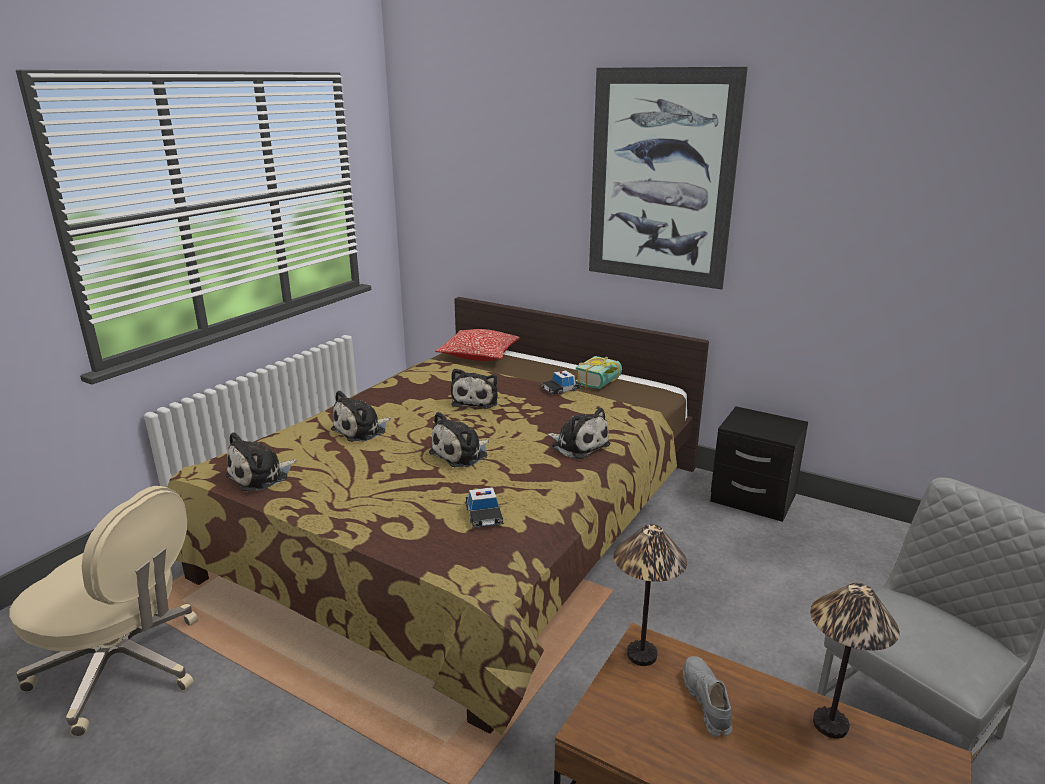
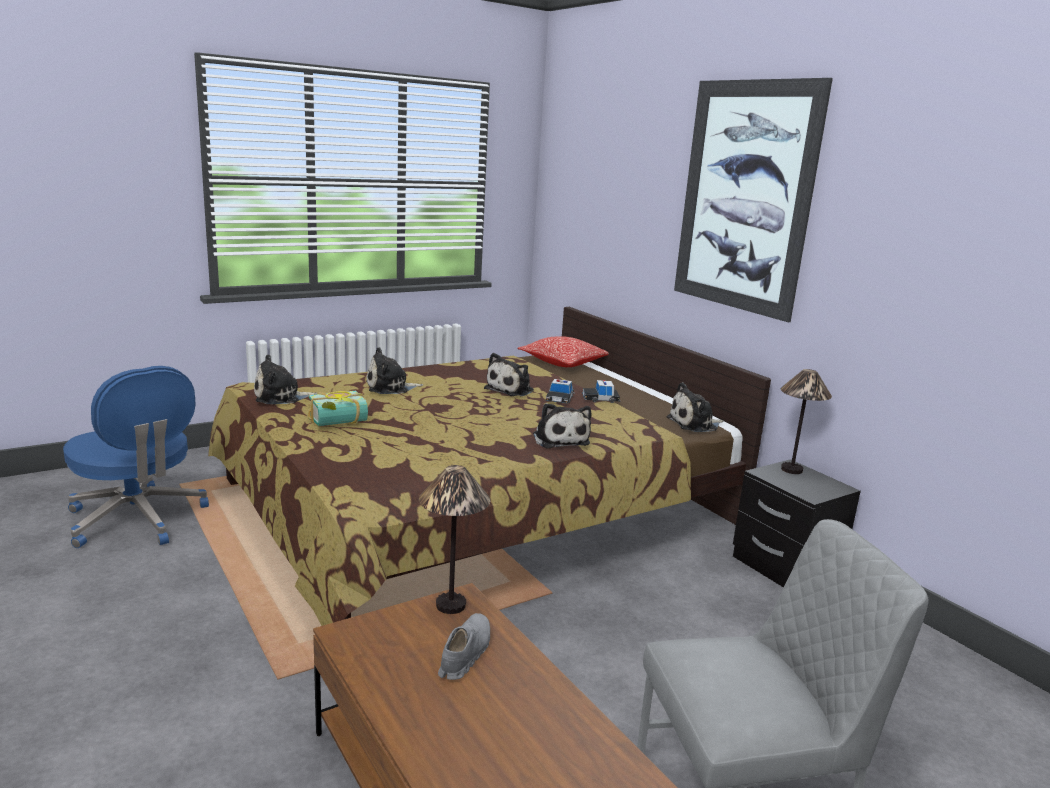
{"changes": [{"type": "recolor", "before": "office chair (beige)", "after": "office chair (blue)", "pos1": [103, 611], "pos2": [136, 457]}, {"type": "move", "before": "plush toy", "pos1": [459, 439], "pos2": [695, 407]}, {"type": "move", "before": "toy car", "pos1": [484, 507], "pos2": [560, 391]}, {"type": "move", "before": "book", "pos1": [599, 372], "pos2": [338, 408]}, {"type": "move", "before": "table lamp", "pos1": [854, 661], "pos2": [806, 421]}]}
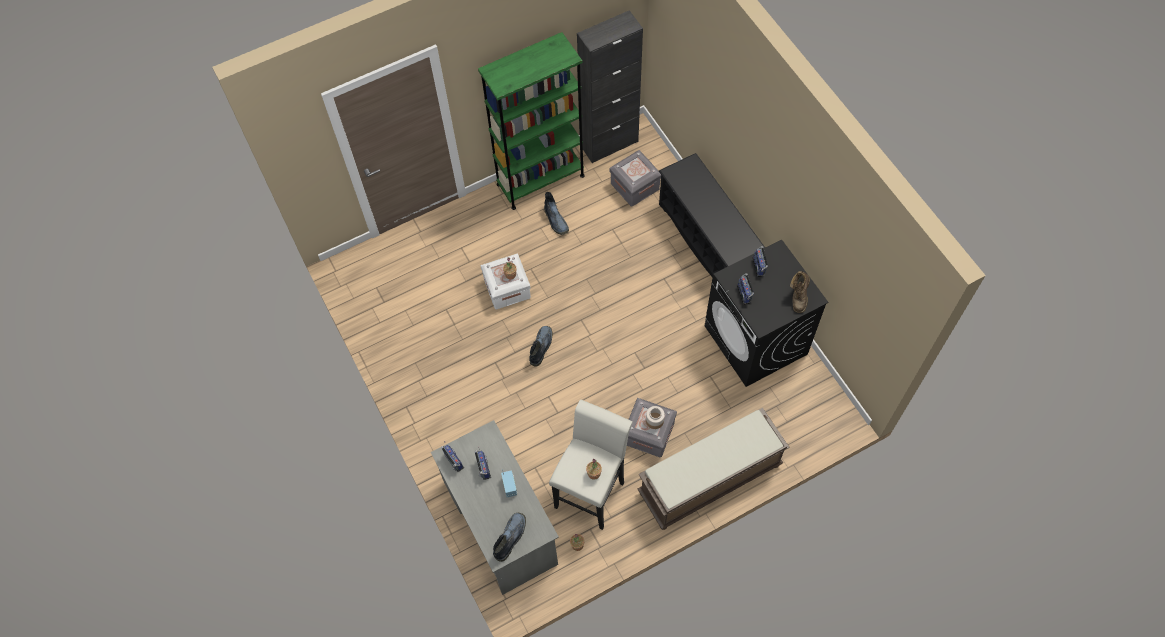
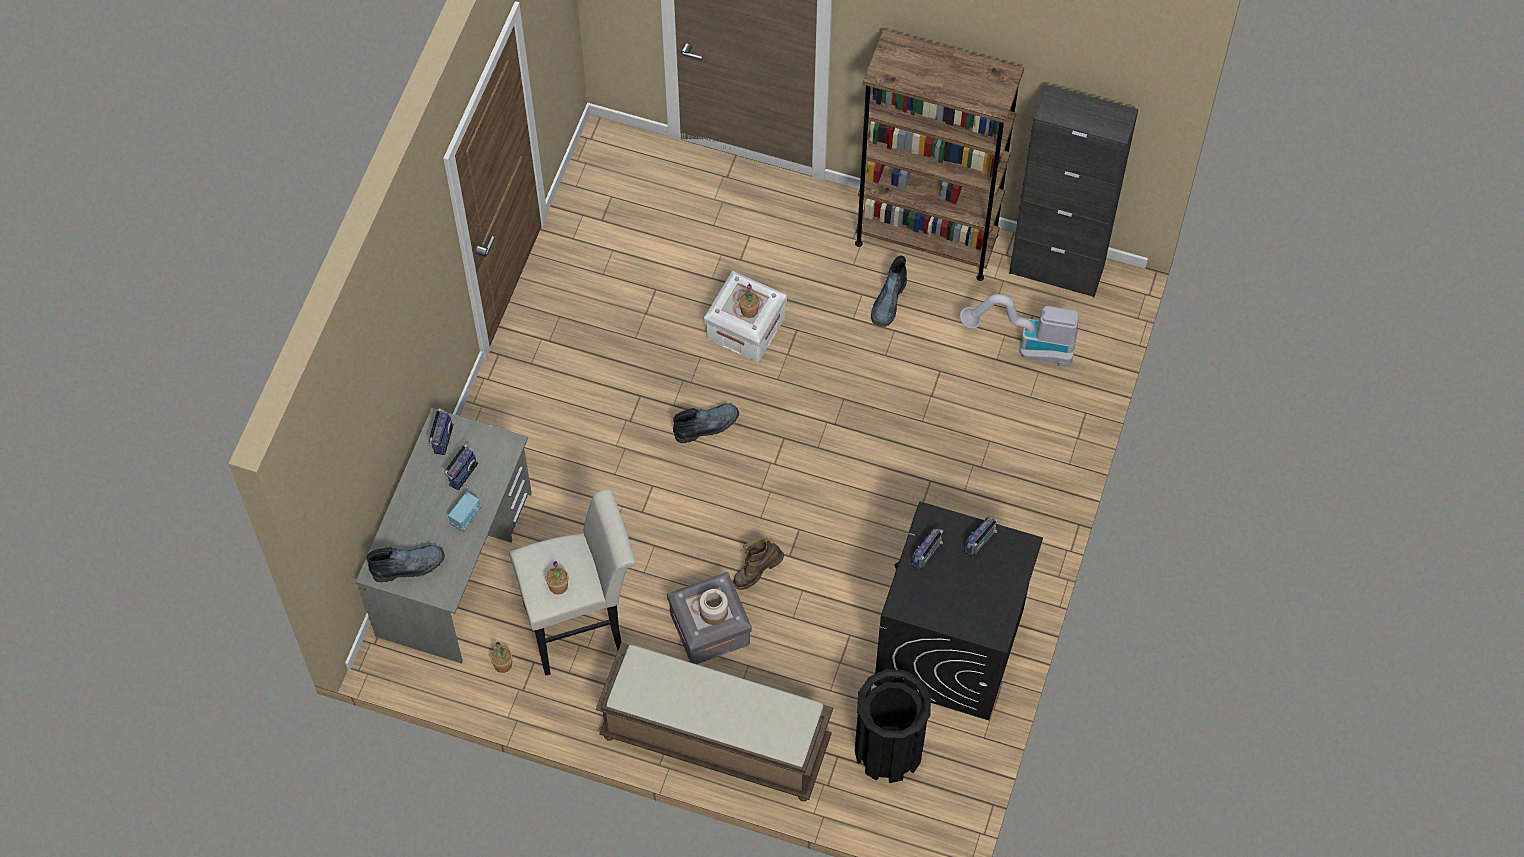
{"changes": [{"type": "recolor", "before": "bookcase (green)", "after": "bookcase (brown)", "pos1": [531, 121], "pos2": [939, 155]}, {"type": "replace", "before": "storage box (grey)", "after": "vacuum cleaner", "pos1": [635, 178], "pos2": [1019, 331]}, {"type": "delete", "before": "shoe rack (black)", "pos1": [712, 215]}, {"type": "move", "before": "boot (brown)", "pos1": [800, 292], "pos2": [758, 564]}, {"type": "insert", "after": "trash can (black)", "pos2": [893, 726]}]}
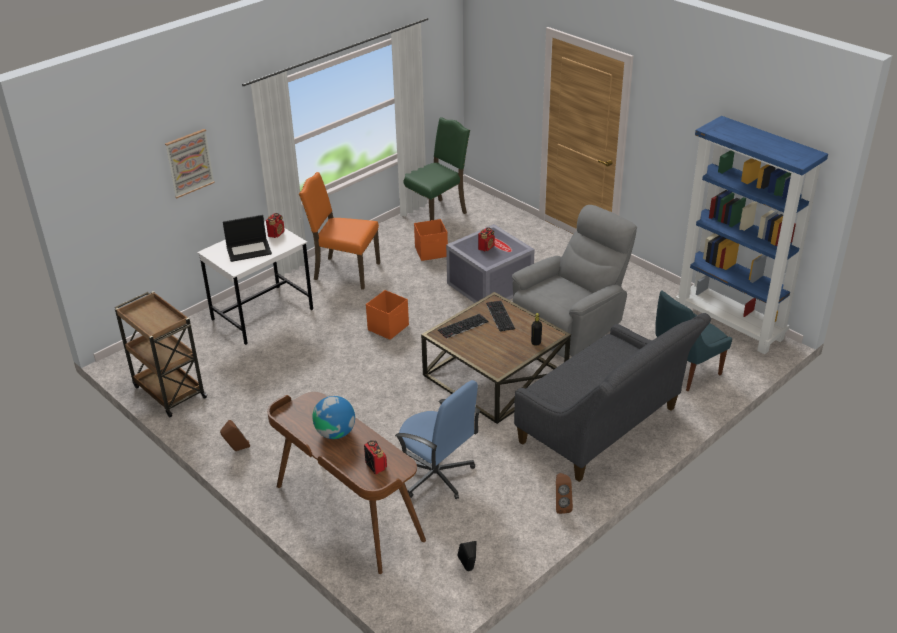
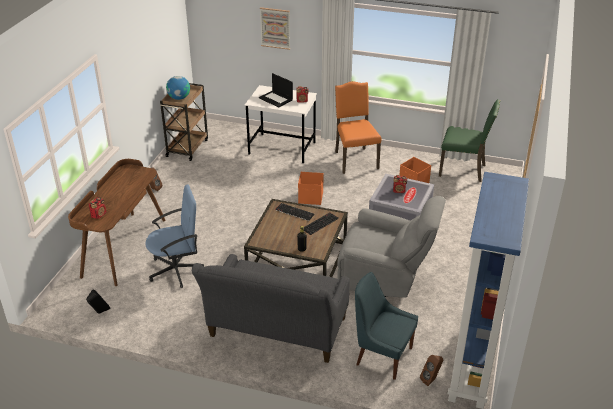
{"changes": [{"type": "move", "before": "globe", "pos1": [333, 417], "pos2": [178, 88]}, {"type": "rotate", "before": "office chair (blue)", "pos1": [437, 439], "pos2": [175, 236], "turn": -120}, {"type": "move", "before": "speaker (brown)", "pos1": [564, 493], "pos2": [431, 370]}]}
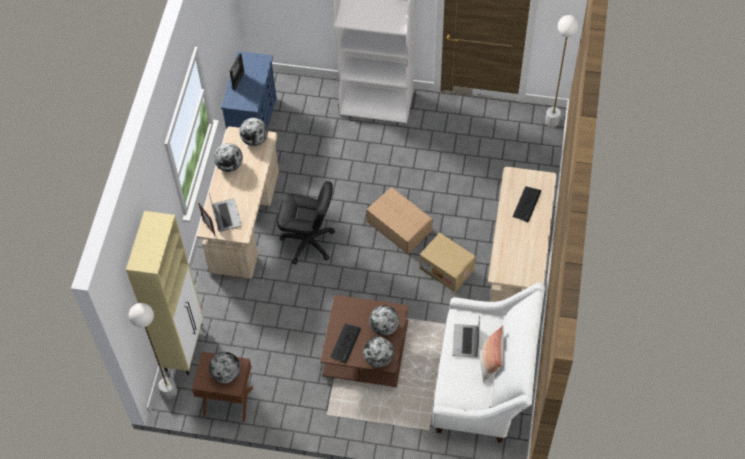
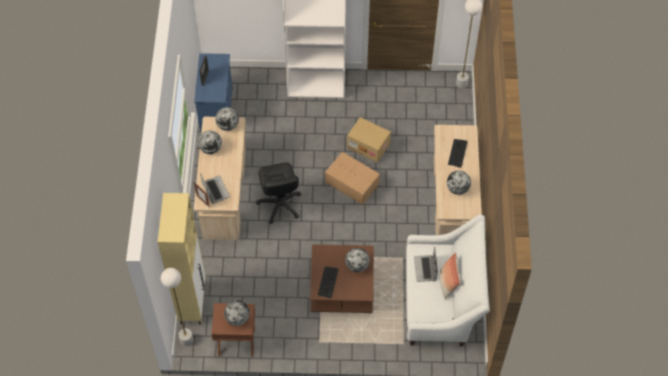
{"changes": [{"type": "rotate", "before": "office chair (black)", "pos1": [306, 223], "pos2": [278, 193], "turn": 75}, {"type": "move", "before": "globe", "pos1": [378, 352], "pos2": [459, 182]}, {"type": "move", "before": "cardboard box", "pos1": [448, 262], "pos2": [369, 140]}]}
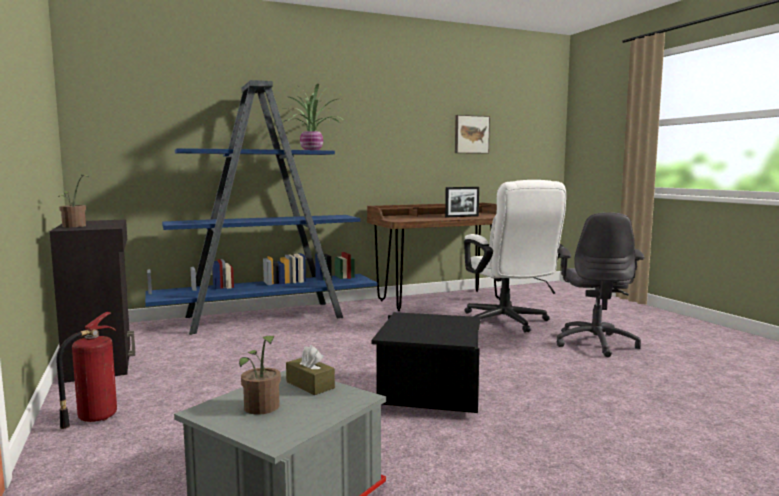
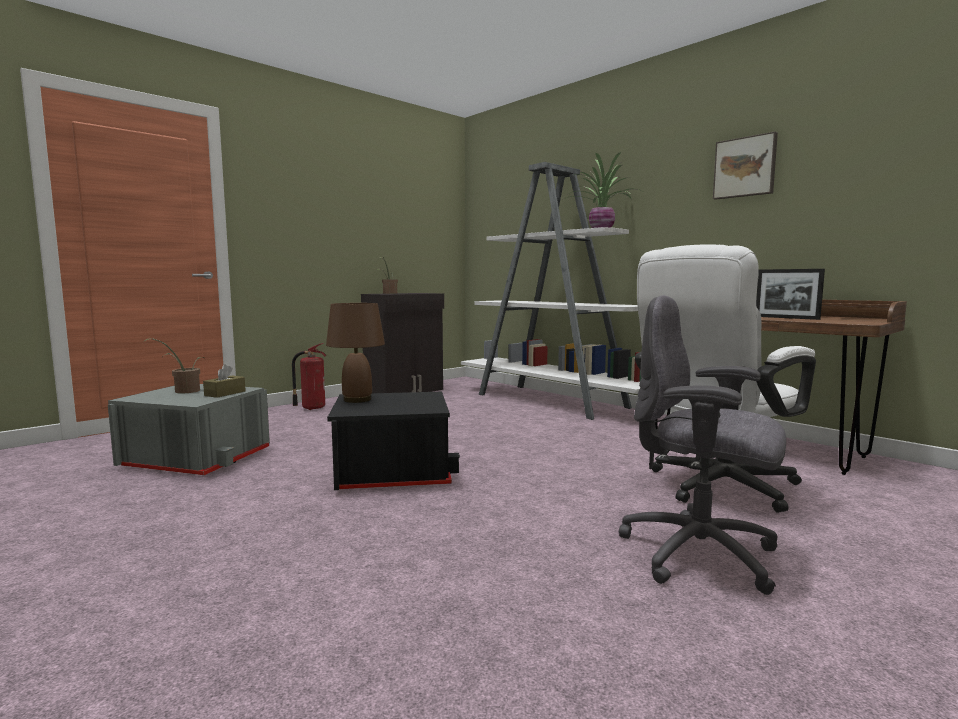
{"changes": [{"type": "recolor", "before": "bookcase (blue)", "after": "bookcase (white)", "pos1": [261, 207], "pos2": [551, 291]}, {"type": "move", "before": "picture", "pos1": [472, 134], "pos2": [745, 165]}, {"type": "rotate", "before": "office chair (grey)", "pos1": [600, 284], "pos2": [702, 445], "turn": 45}, {"type": "insert", "after": "table lamp (brown)", "pos2": [355, 353]}]}
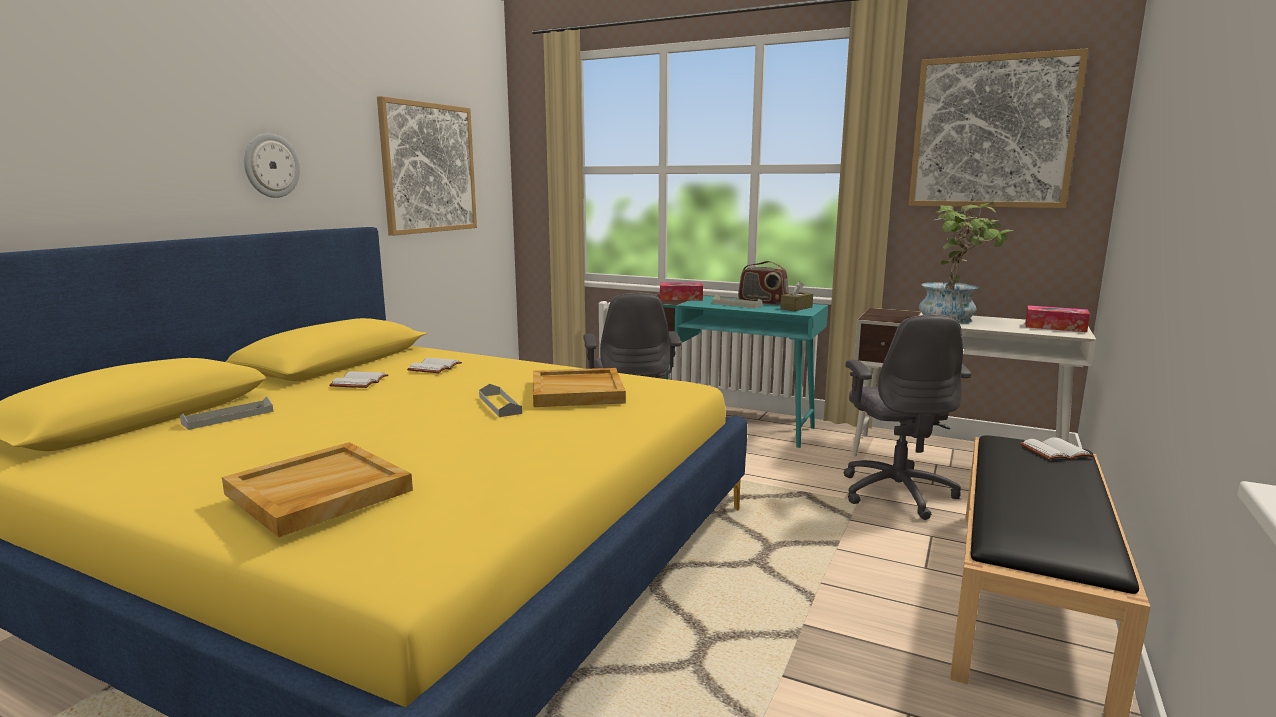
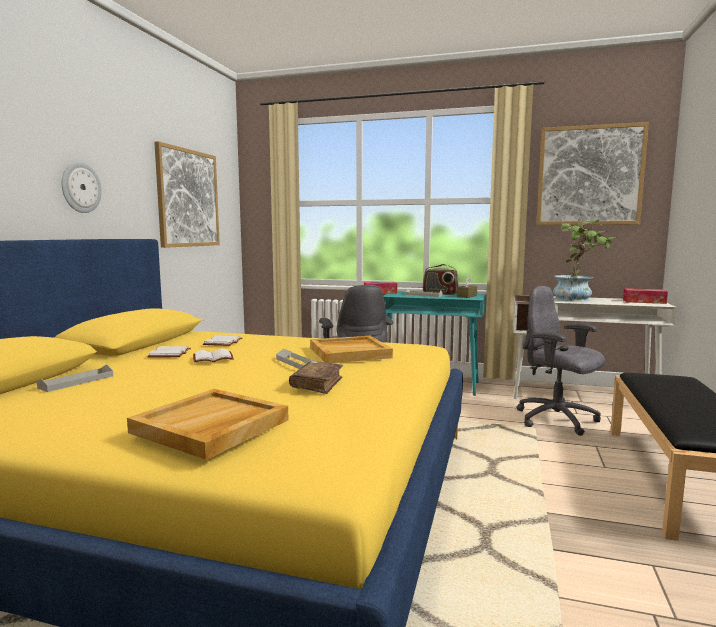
{"changes": [{"type": "rotate", "before": "office chair (grey)", "pos1": [907, 417], "pos2": [561, 361], "turn": 150}, {"type": "move", "before": "book (white)", "pos1": [1056, 448], "pos2": [213, 356]}, {"type": "insert", "after": "book (brown)", "pos2": [316, 377]}]}
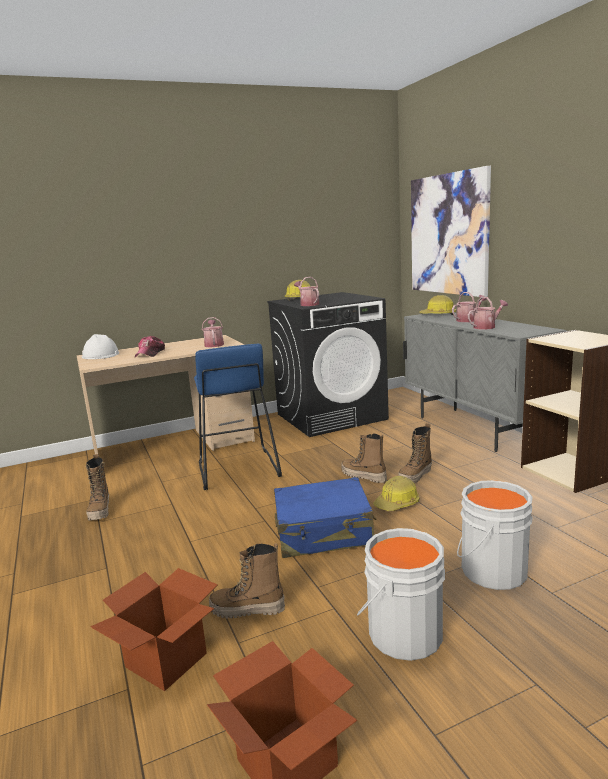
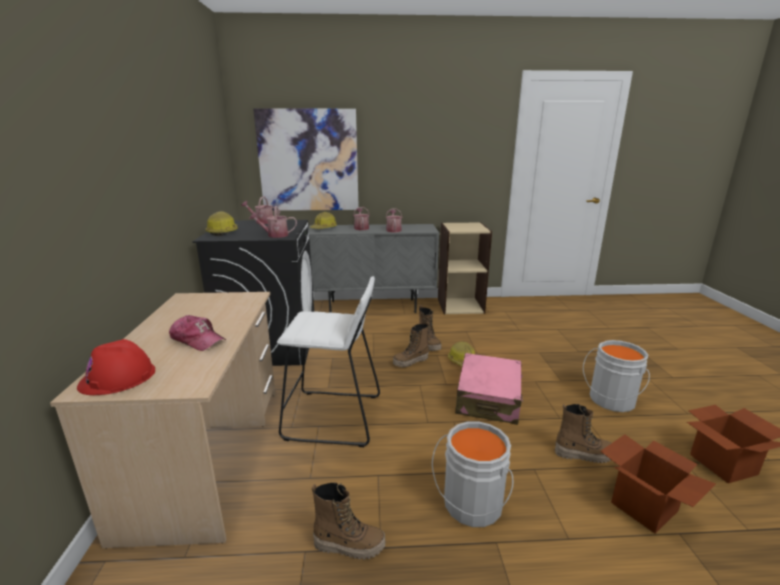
{"changes": [{"type": "recolor", "before": "hard hat (white)", "after": "hard hat (red)", "pos1": [100, 346], "pos2": [116, 367]}, {"type": "recolor", "before": "stool (blue)", "after": "stool (white)", "pos1": [238, 417], "pos2": [328, 361]}, {"type": "move", "before": "watering can", "pos1": [213, 332], "pos2": [260, 210]}, {"type": "rotate", "before": "boot", "pos1": [247, 580], "pos2": [583, 433], "turn": -105}, {"type": "recolor", "before": "suitcase (blue)", "after": "suitcase (pink)", "pos1": [325, 517], "pos2": [489, 389]}, {"type": "move", "before": "bucket (grey)", "pos1": [495, 535], "pos2": [473, 474]}]}
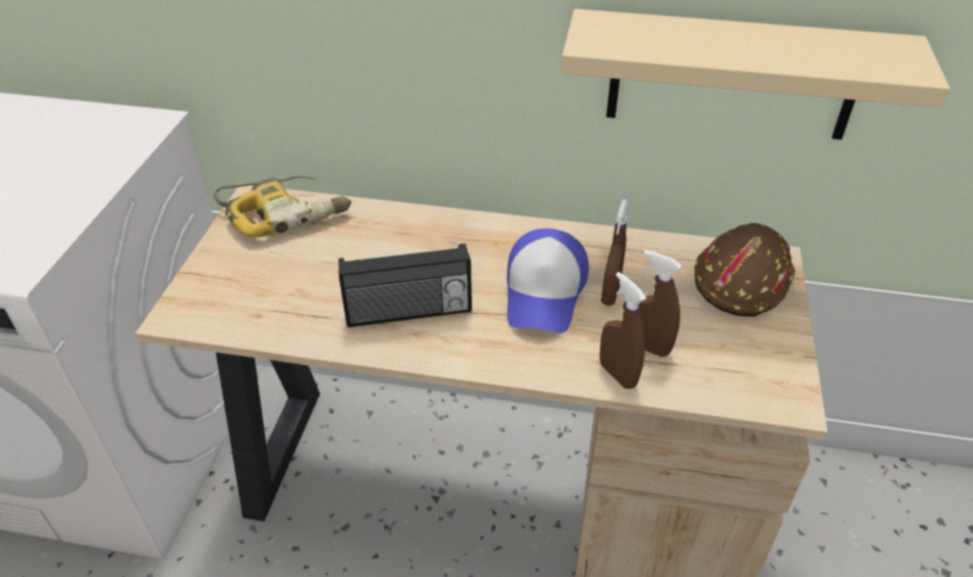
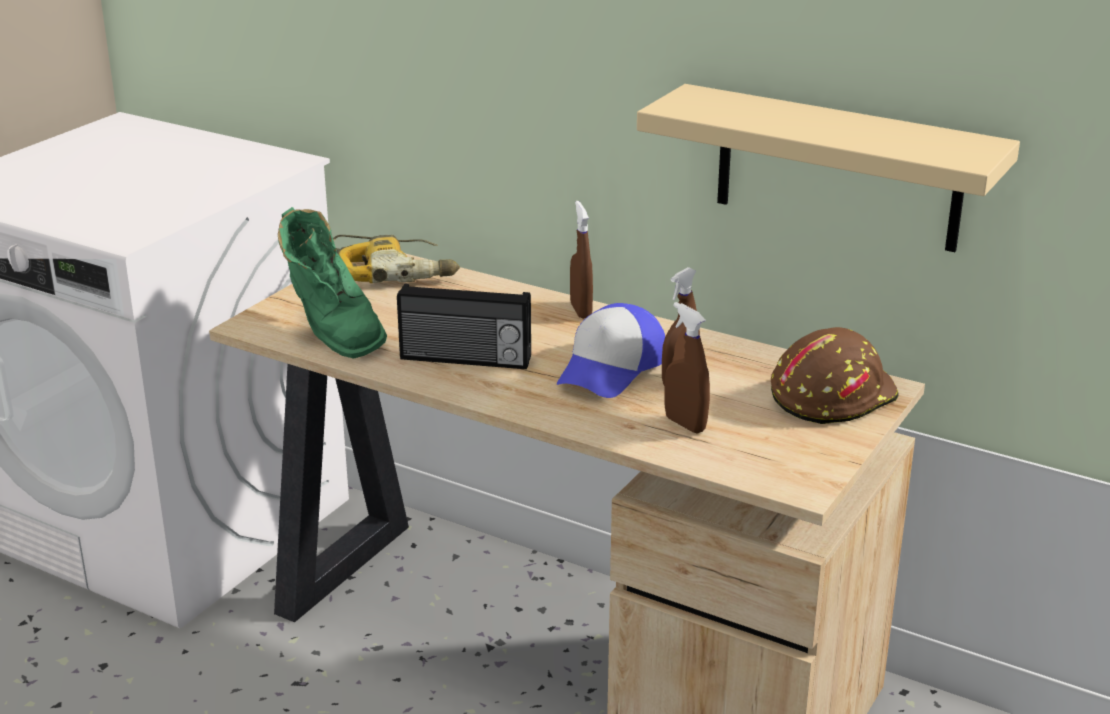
{"changes": [{"type": "move", "before": "spray bottle (brown)", "pos1": [623, 330], "pos2": [581, 260]}, {"type": "insert", "after": "boot (green)", "pos2": [332, 283]}]}
